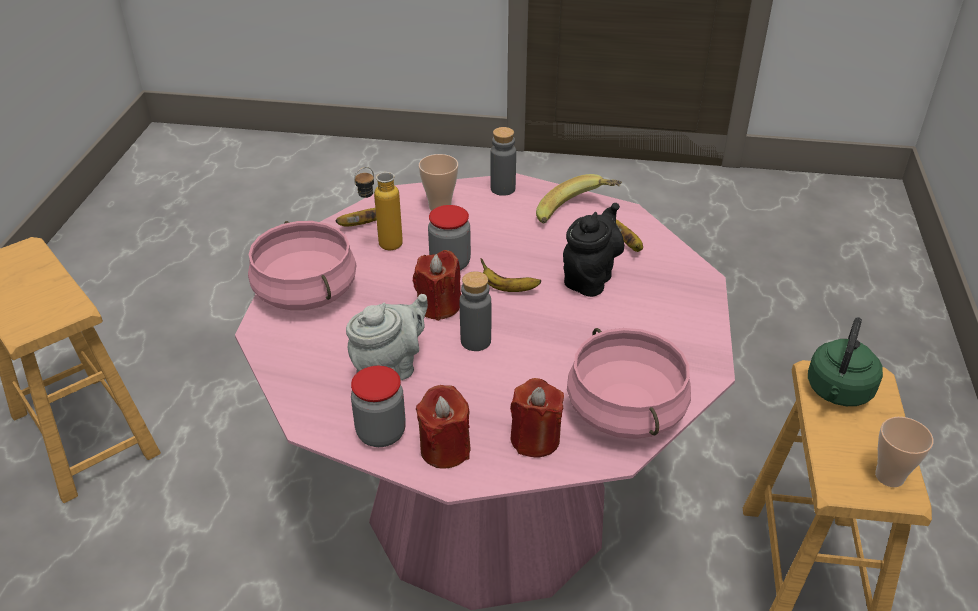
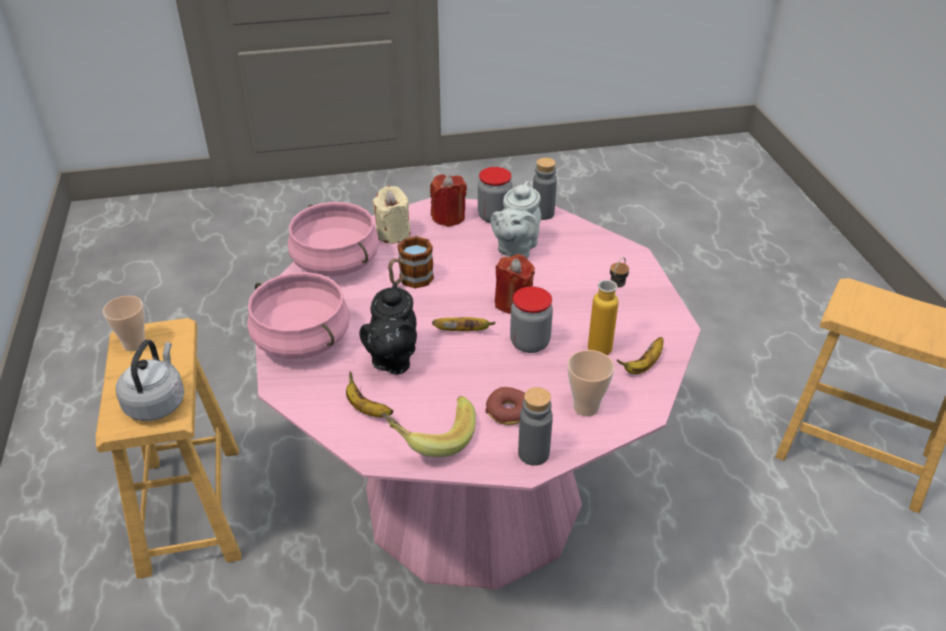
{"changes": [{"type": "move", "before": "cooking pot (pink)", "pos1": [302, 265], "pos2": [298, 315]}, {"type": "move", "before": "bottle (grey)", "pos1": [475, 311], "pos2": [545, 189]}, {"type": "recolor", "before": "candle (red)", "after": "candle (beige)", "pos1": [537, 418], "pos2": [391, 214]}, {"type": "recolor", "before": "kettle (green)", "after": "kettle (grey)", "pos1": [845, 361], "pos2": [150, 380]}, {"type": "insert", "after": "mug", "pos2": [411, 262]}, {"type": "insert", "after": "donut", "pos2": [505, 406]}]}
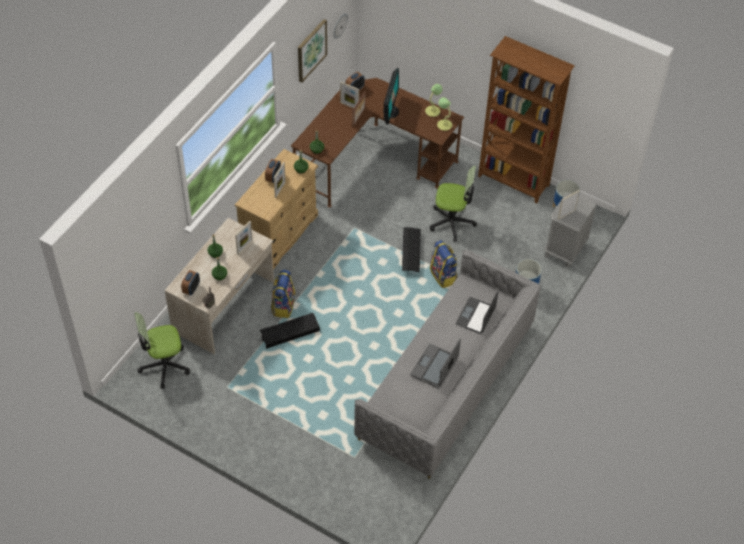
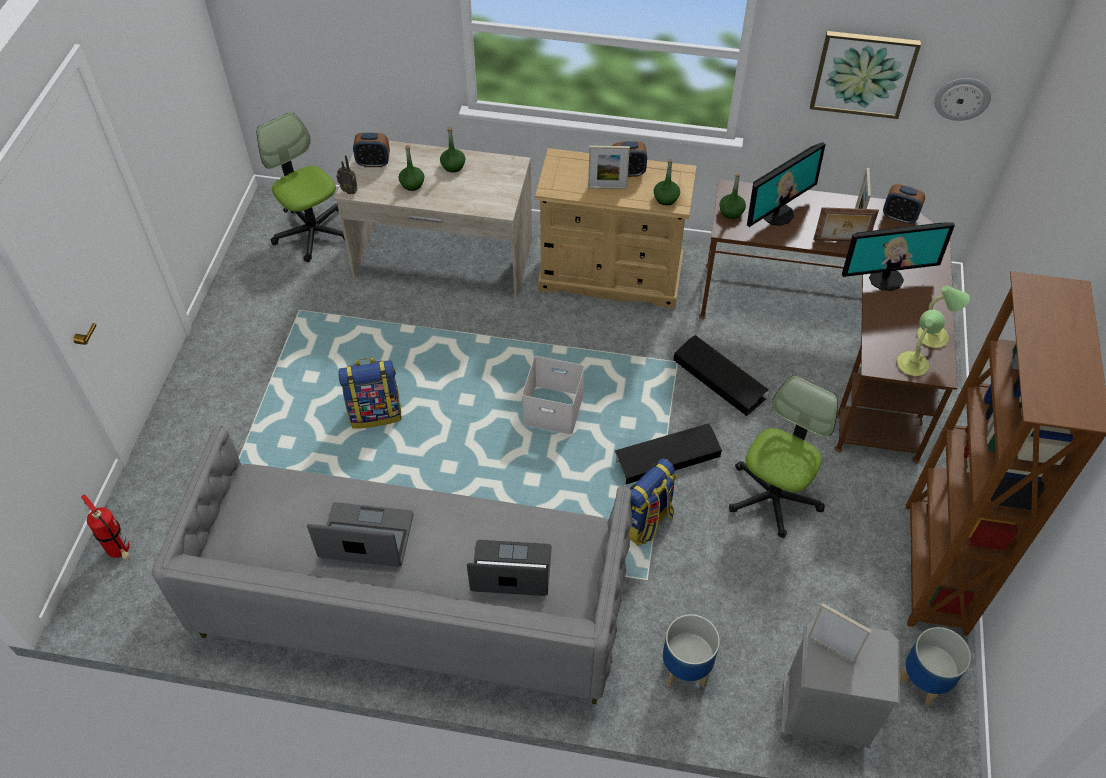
{"changes": [{"type": "delete", "before": "picture frame", "pos1": [244, 238]}, {"type": "move", "before": "storage box (black)", "pos1": [290, 331], "pos2": [721, 375]}, {"type": "move", "before": "backpack", "pos1": [283, 293], "pos2": [370, 393]}, {"type": "rotate", "before": "office chair", "pos1": [453, 204], "pos2": [783, 456], "turn": -135}, {"type": "insert", "after": "fire extinguisher", "pos2": [105, 527]}, {"type": "insert", "after": "storage box (white)", "pos2": [553, 395]}, {"type": "insert", "after": "monitor", "pos2": [786, 184]}]}
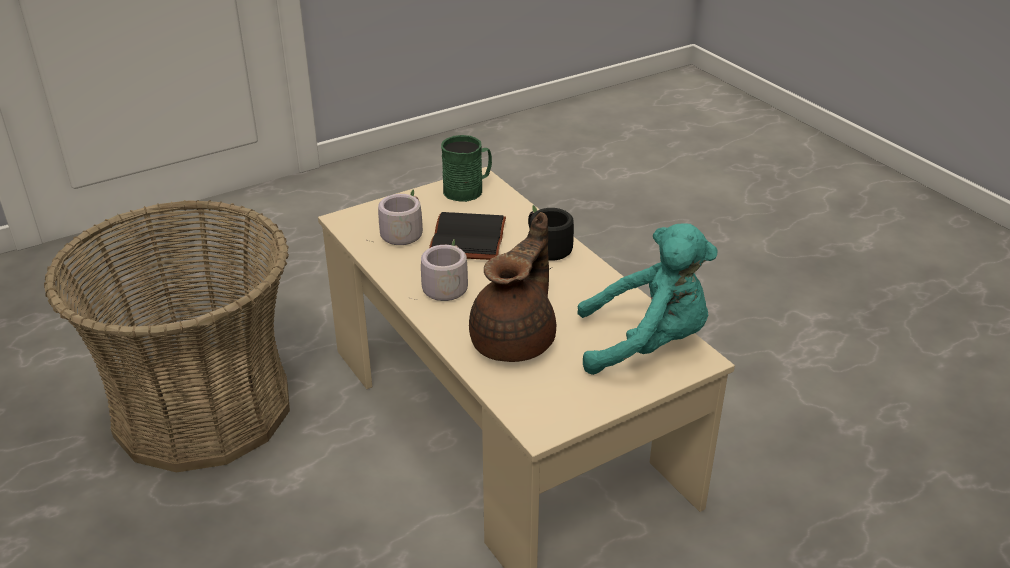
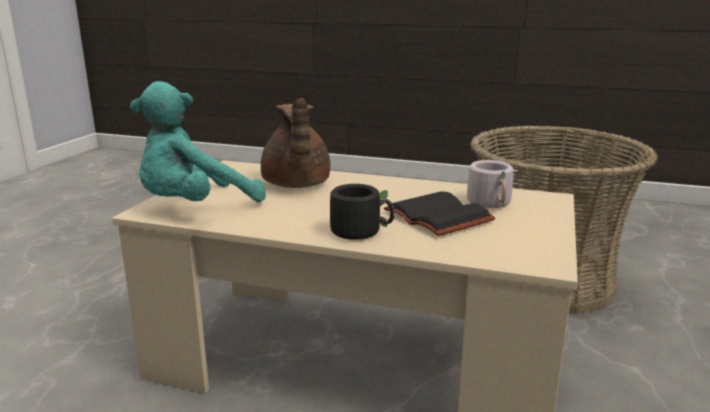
{"changes": [{"type": "delete", "before": "mug (grey)", "pos1": [438, 270]}, {"type": "delete", "before": "mug (green)", "pos1": [466, 168]}]}
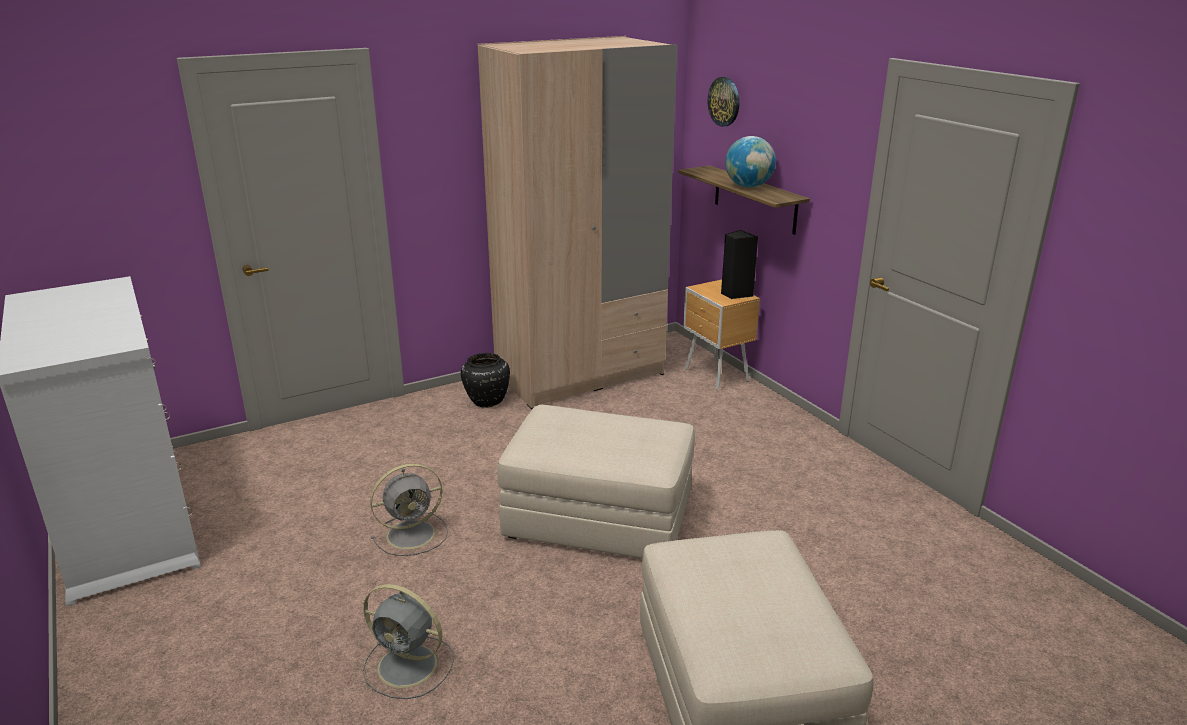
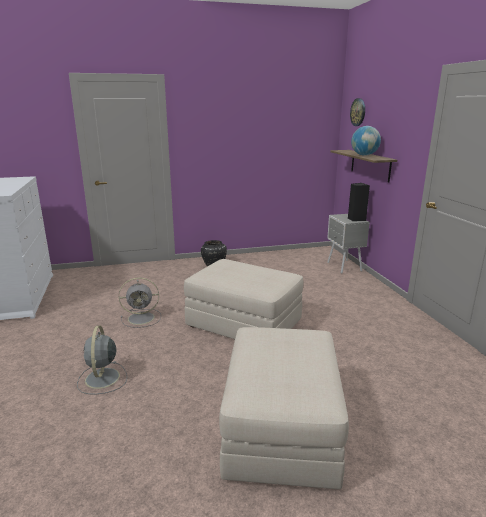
{"changes": [{"type": "rotate", "before": "fan (grey)", "pos1": [408, 641], "pos2": [102, 360], "turn": 45}, {"type": "delete", "before": "wardrobe (beige)", "pos1": [577, 222]}, {"type": "recolor", "before": "nightstand (brown)", "after": "nightstand (grey)", "pos1": [721, 335], "pos2": [348, 244]}]}
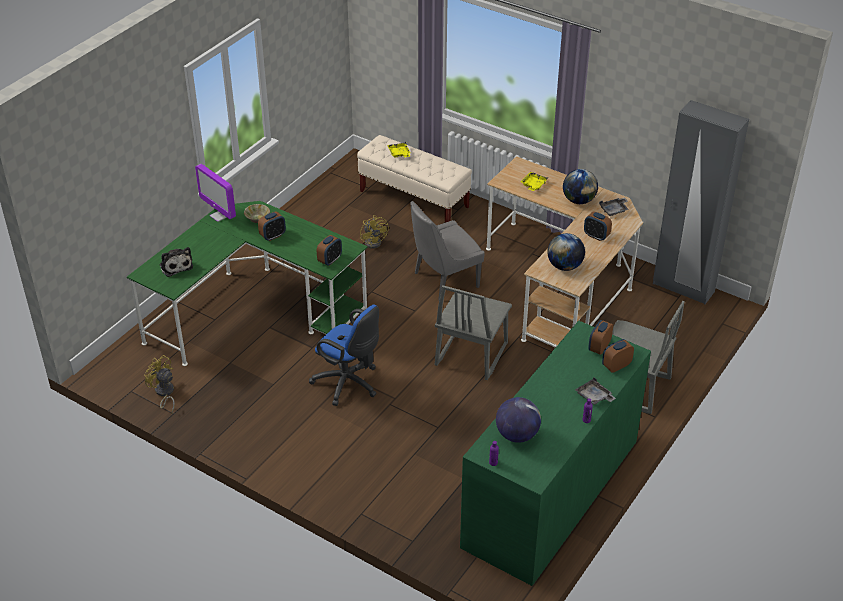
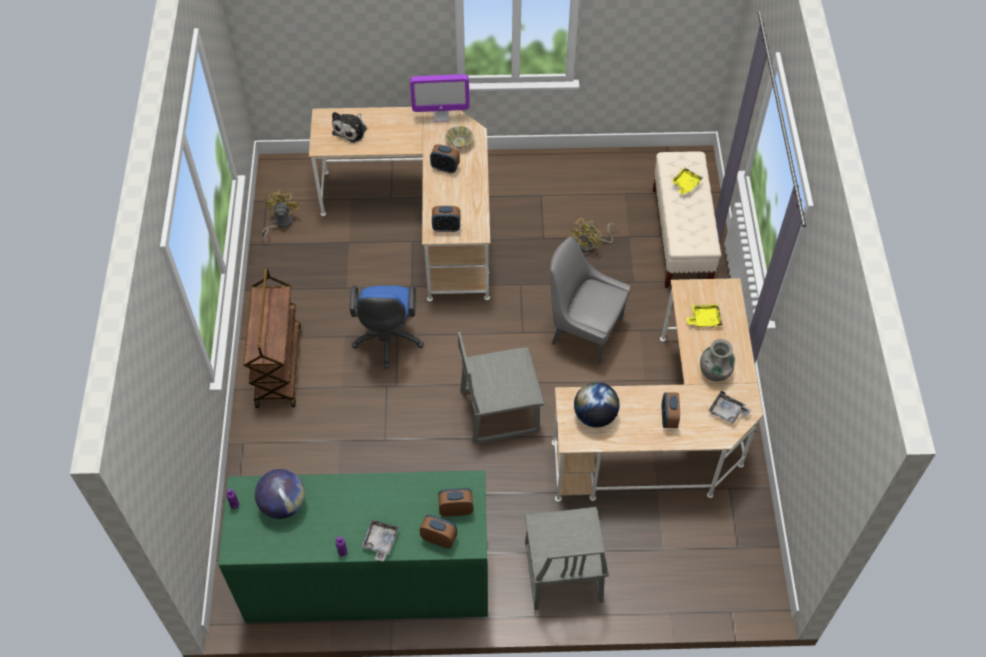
{"changes": [{"type": "recolor", "before": "desk (green)", "after": "desk (beige)", "pos1": [247, 283], "pos2": [399, 204]}, {"type": "rotate", "before": "monitor", "pos1": [215, 193], "pos2": [440, 98], "turn": -105}, {"type": "replace", "before": "globe", "after": "vase (grey)", "pos1": [580, 186], "pos2": [717, 360]}, {"type": "delete", "before": "wardrobe (grey)", "pos1": [701, 202]}, {"type": "insert", "after": "cart (brown)", "pos2": [272, 338]}]}
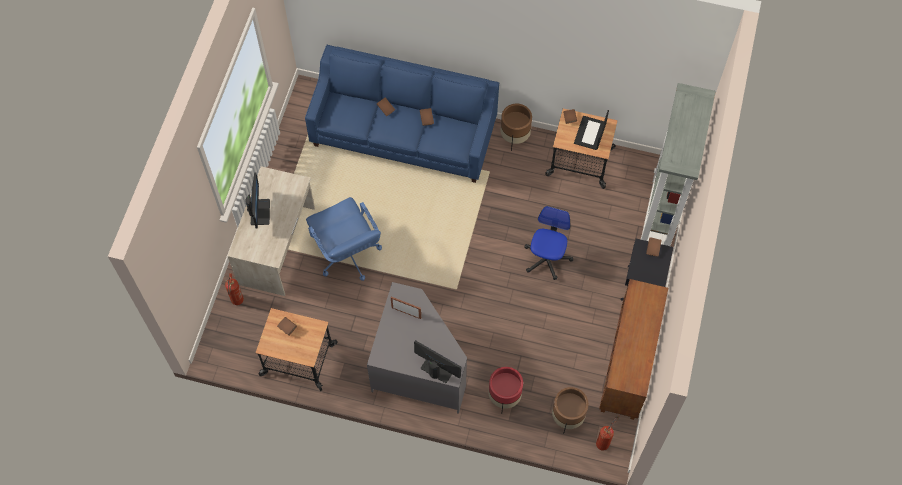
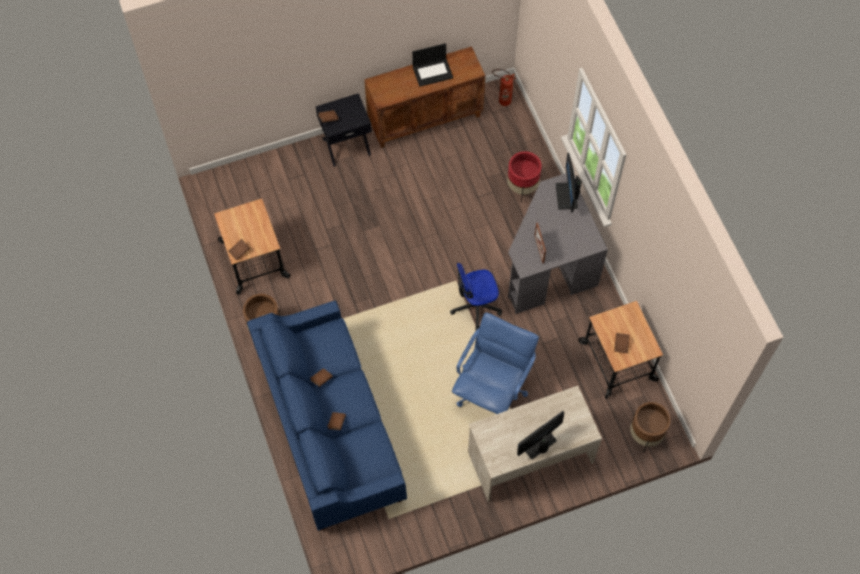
{"changes": [{"type": "delete", "before": "fire extinguisher", "pos1": [234, 289]}, {"type": "move", "before": "office chair", "pos1": [548, 243], "pos2": [476, 296]}, {"type": "move", "before": "planter (brown)", "pos1": [570, 410], "pos2": [650, 427]}, {"type": "move", "before": "laptop", "pos1": [591, 130], "pos2": [432, 65]}, {"type": "delete", "before": "bookcase (grey)", "pos1": [678, 164]}]}
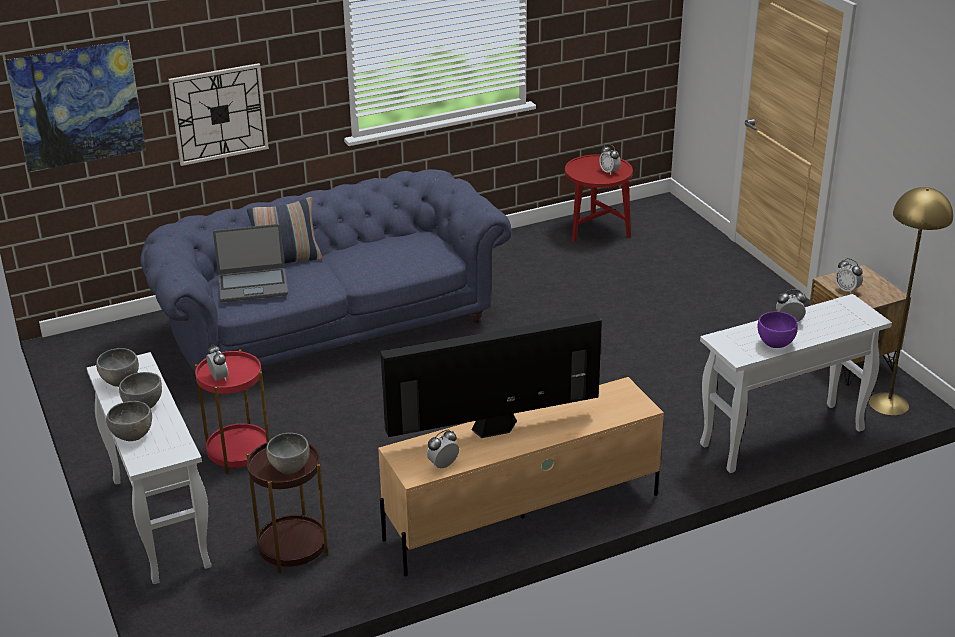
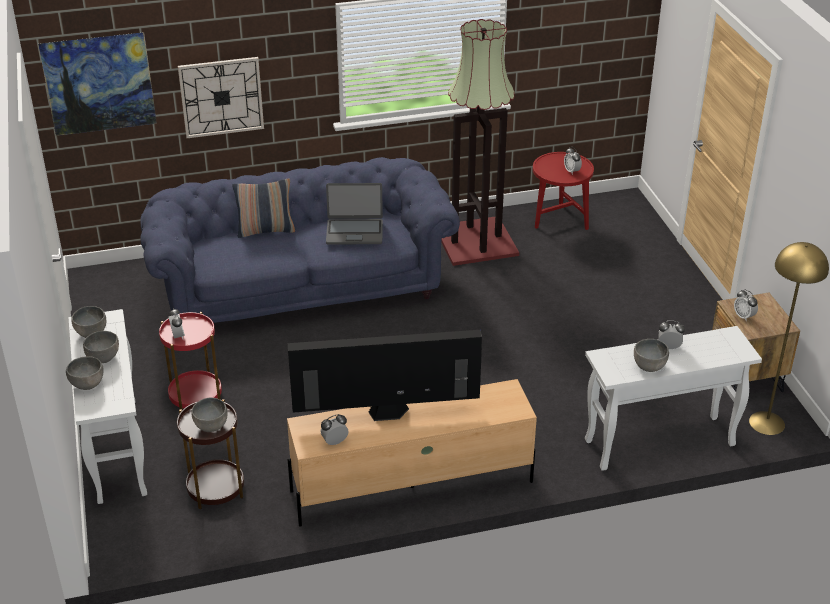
{"changes": [{"type": "move", "before": "laptop", "pos1": [250, 263], "pos2": [354, 214]}, {"type": "recolor", "before": "bowl (purple)", "after": "bowl (grey)", "pos1": [778, 329], "pos2": [651, 355]}, {"type": "insert", "after": "floor lamp", "pos2": [480, 142]}]}
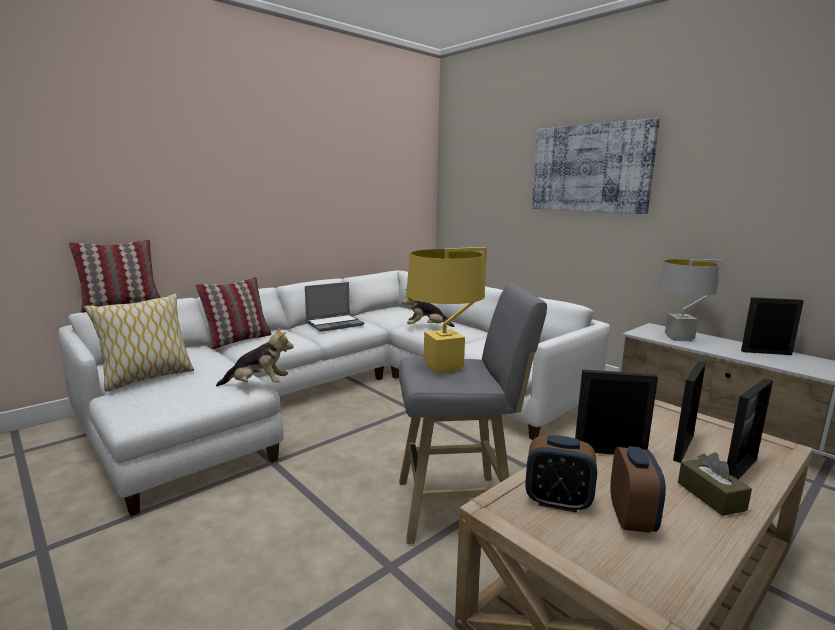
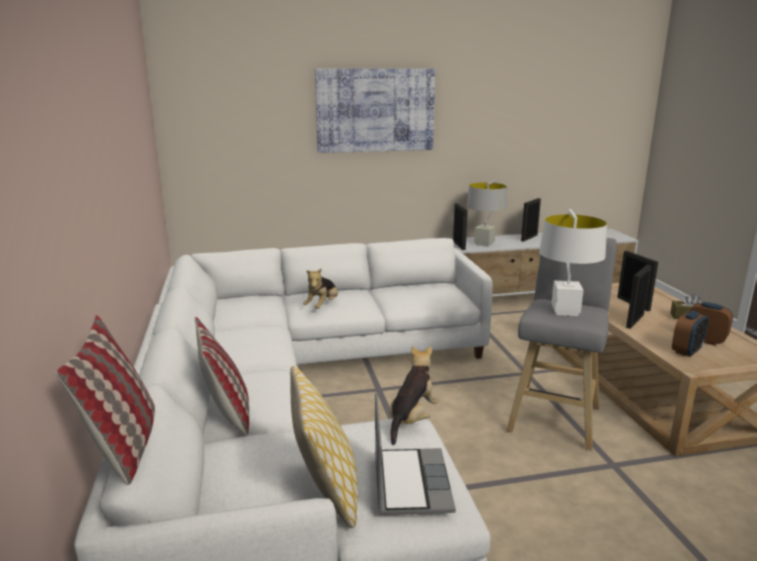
{"changes": [{"type": "move", "before": "laptop", "pos1": [334, 307], "pos2": [415, 453]}, {"type": "recolor", "before": "table lamp (yellow)", "after": "table lamp (white)", "pos1": [446, 310], "pos2": [573, 262]}, {"type": "move", "before": "picture frame", "pos1": [750, 428], "pos2": [460, 226]}]}
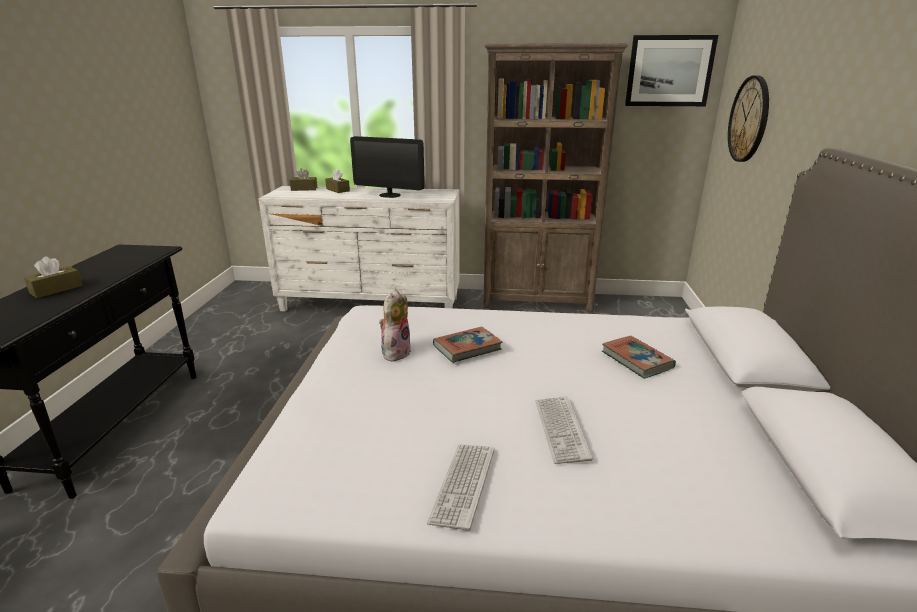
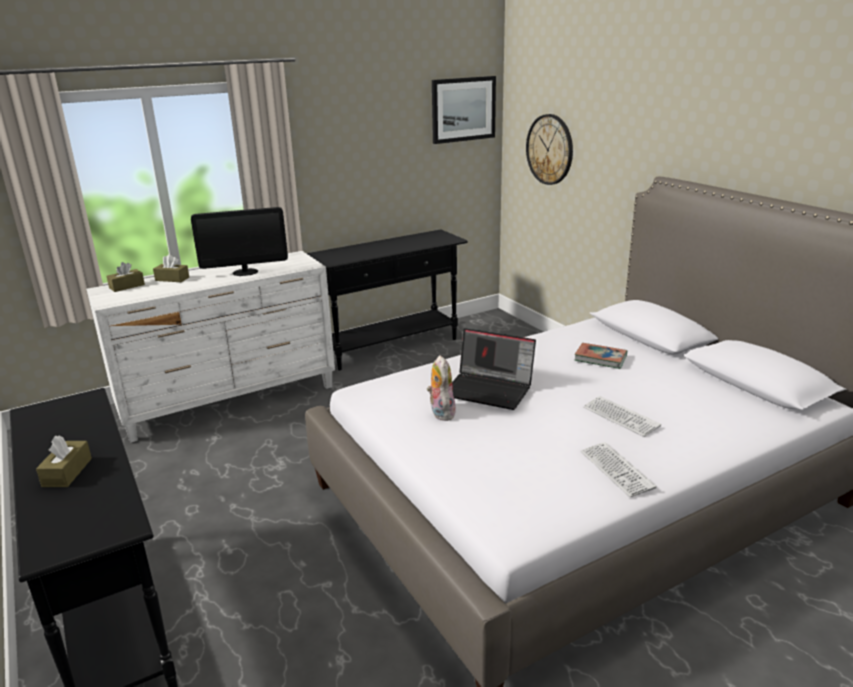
{"changes": [{"type": "replace", "before": "book", "after": "laptop", "pos1": [467, 345], "pos2": [494, 369]}, {"type": "replace", "before": "bookcase (brown)", "after": "console table (black)", "pos1": [555, 178], "pos2": [387, 299]}]}
